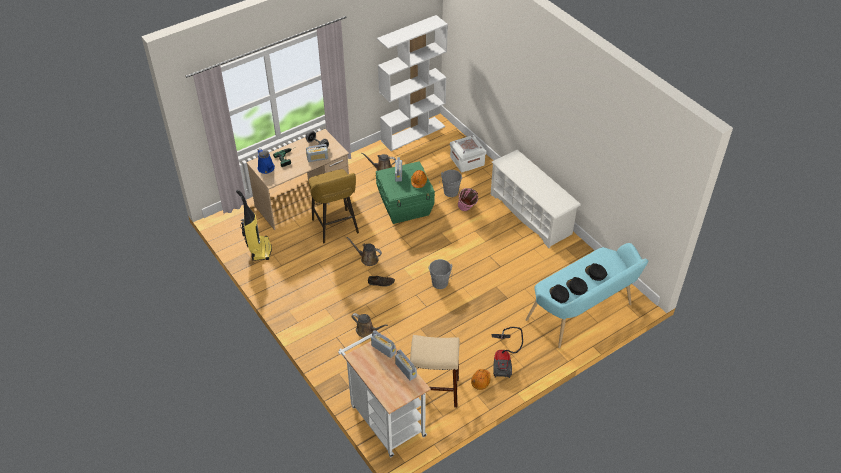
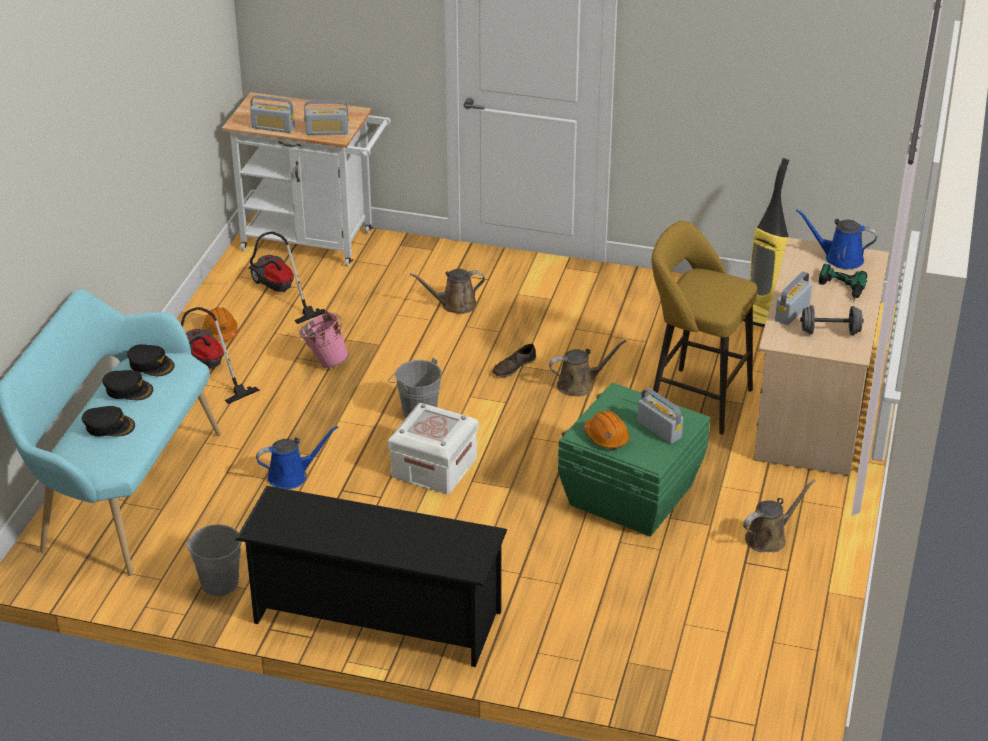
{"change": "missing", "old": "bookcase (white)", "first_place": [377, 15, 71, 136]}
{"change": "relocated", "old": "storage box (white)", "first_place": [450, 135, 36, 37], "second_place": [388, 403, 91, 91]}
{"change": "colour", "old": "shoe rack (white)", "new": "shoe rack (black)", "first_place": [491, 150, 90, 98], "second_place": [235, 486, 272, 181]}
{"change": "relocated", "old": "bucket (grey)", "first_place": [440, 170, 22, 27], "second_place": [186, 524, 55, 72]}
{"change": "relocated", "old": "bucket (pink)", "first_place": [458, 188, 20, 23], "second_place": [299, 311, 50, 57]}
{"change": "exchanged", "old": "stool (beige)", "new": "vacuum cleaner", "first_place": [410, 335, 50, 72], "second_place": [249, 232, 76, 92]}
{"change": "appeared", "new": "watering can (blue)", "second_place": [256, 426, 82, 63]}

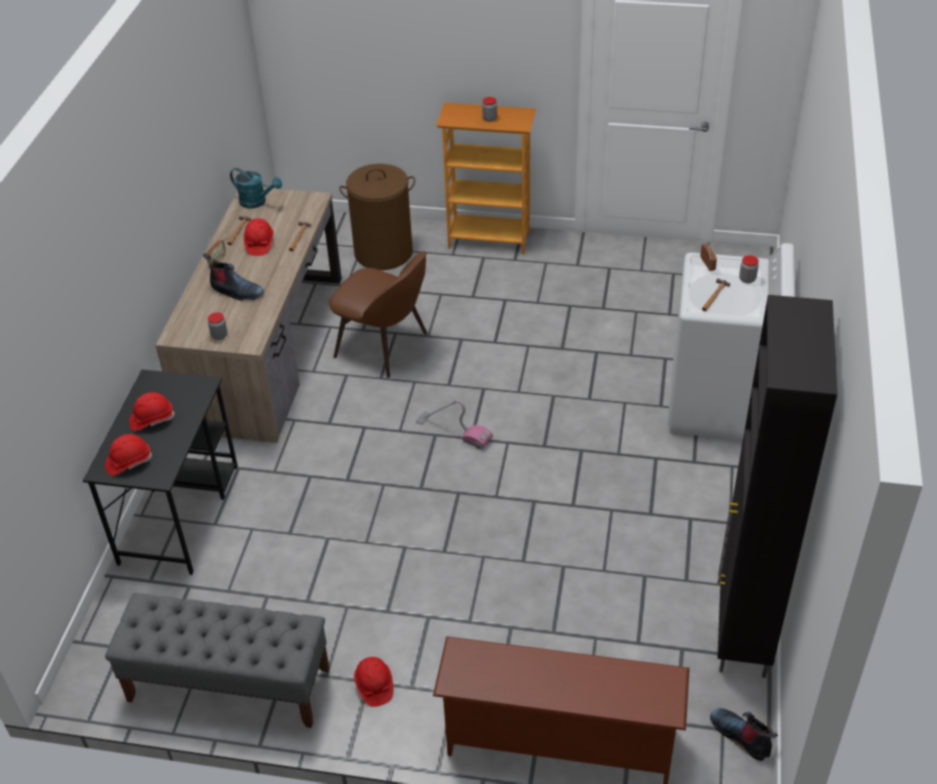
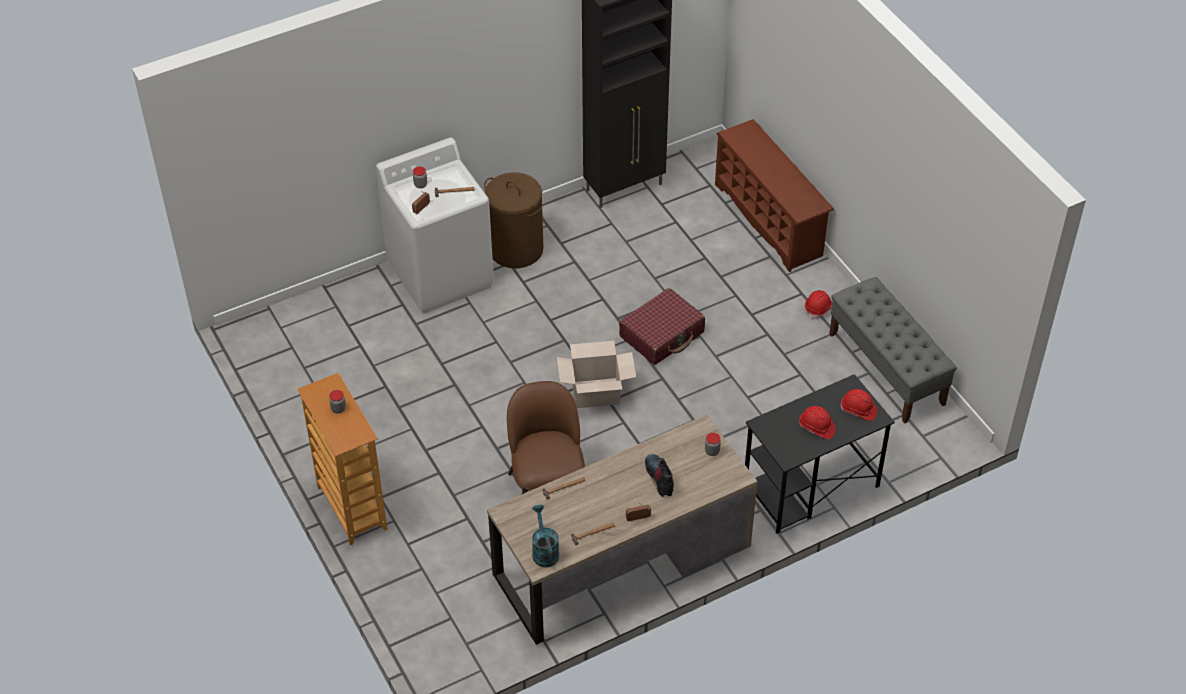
{"change": "relocated", "old": "laundry basket (brown)", "first_place": [339, 164, 76, 106], "second_place": [484, 172, 59, 96]}
{"change": "missing", "old": "hard hat (red)", "first_place": [243, 219, 31, 37]}
{"change": "exchanged", "old": "vacuum cleaner", "new": "cardboard box", "first_place": [416, 400, 77, 50], "second_place": [557, 341, 79, 67]}
{"change": "missing", "old": "boot", "first_place": [710, 708, 68, 53]}
{"change": "appeared", "new": "suitcase (red)", "second_place": [619, 288, 86, 77]}

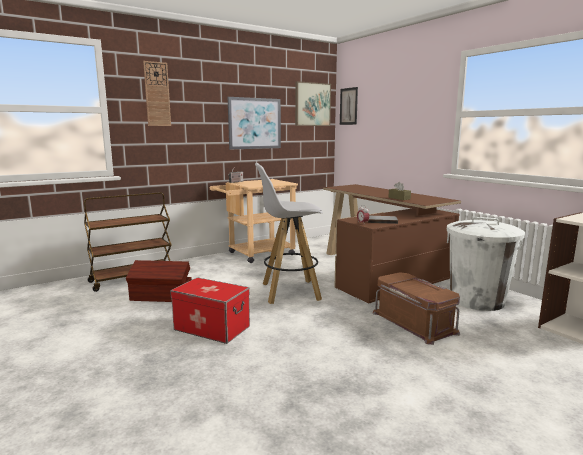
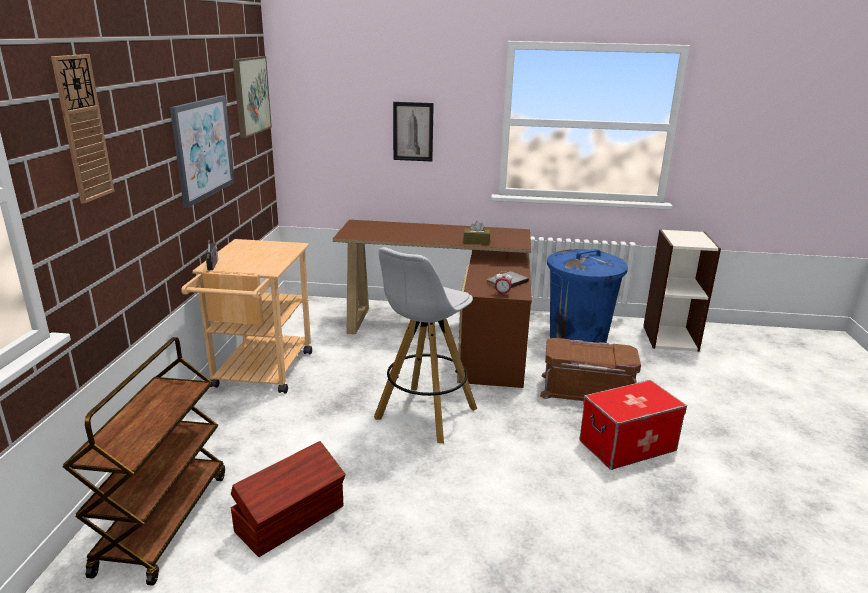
{"change": "relocated", "old": "picture", "first_place": [340, 87, 18, 38], "second_place": [393, 102, 41, 60]}
{"change": "colour", "old": "trash can (white)", "new": "trash can (blue)", "first_place": [447, 217, 78, 94], "second_place": [547, 249, 81, 94]}
{"change": "relocated", "old": "storage box", "first_place": [170, 277, 80, 67], "second_place": [579, 380, 108, 90]}

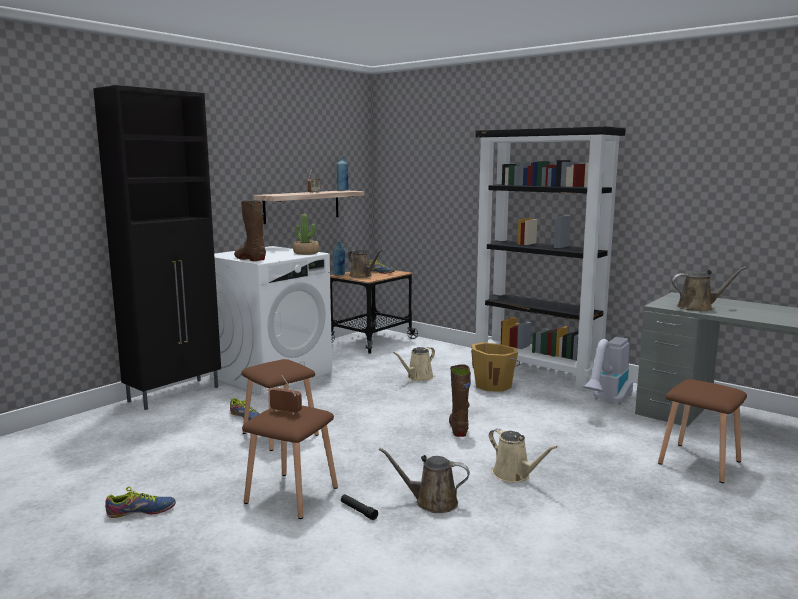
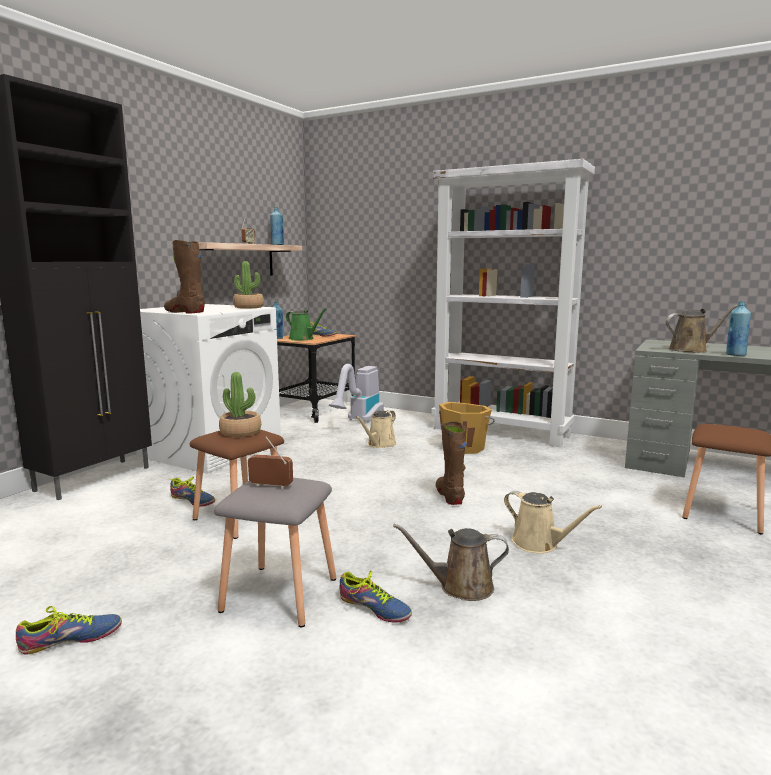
{"change": "colour", "old": "bookcase (black)", "new": "bookcase (white)", "first_place": [475, 126, 151, 264], "second_place": [431, 159, 164, 288]}
{"change": "colour", "old": "watering can (brown)", "new": "watering can (green)", "first_place": [348, 250, 34, 28], "second_place": [286, 308, 41, 33]}
{"change": "relocated", "old": "vacuum cleaner", "first_place": [583, 337, 50, 67], "second_place": [329, 364, 55, 58]}
{"change": "colour", "old": "stool (brown)", "new": "stool (grey)", "first_place": [242, 406, 96, 113], "second_place": [214, 478, 122, 149]}
{"change": "exchanged", "old": "flashlight (black)", "new": "shoe", "first_place": [341, 494, 37, 26], "second_place": [339, 571, 73, 52]}
{"change": "appeared", "new": "bottle (blue)", "second_place": [726, 301, 25, 55]}
{"change": "appeared", "new": "potted plant", "second_place": [219, 372, 42, 65]}

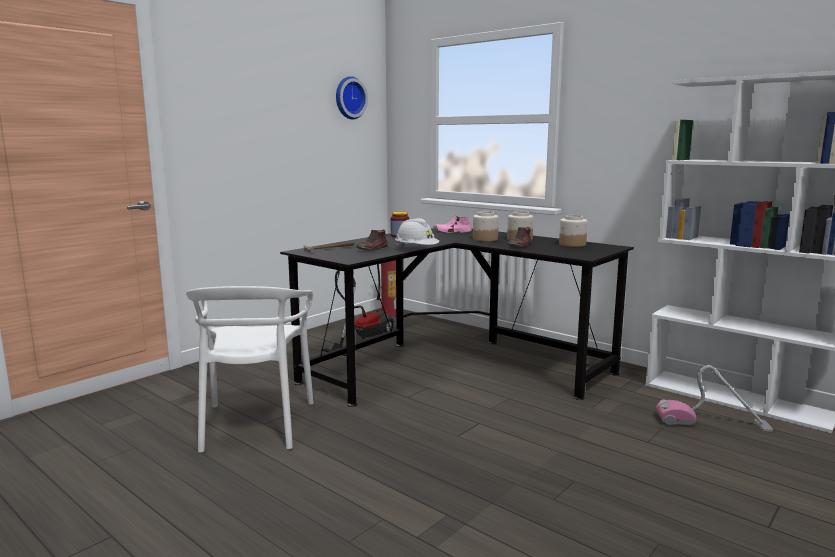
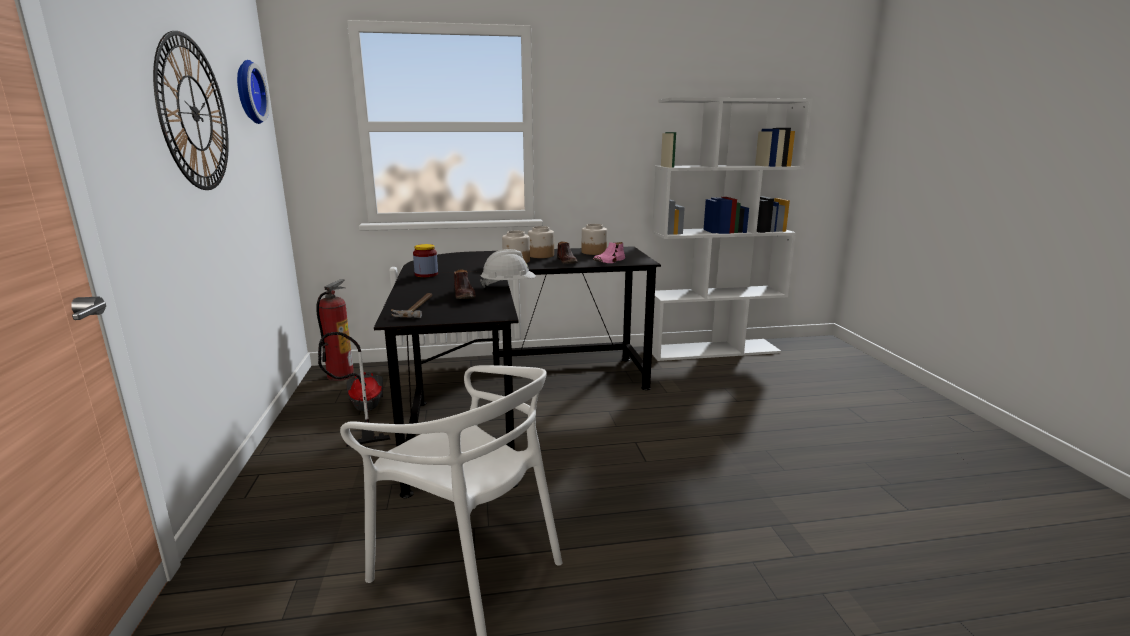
{"change": "relocated", "old": "shoe (pink)", "first_place": [434, 216, 38, 17], "second_place": [593, 242, 32, 21]}
{"change": "missing", "old": "vacuum cleaner", "first_place": [656, 365, 117, 66]}
{"change": "appeared", "new": "wall clock", "second_place": [153, 31, 76, 159]}

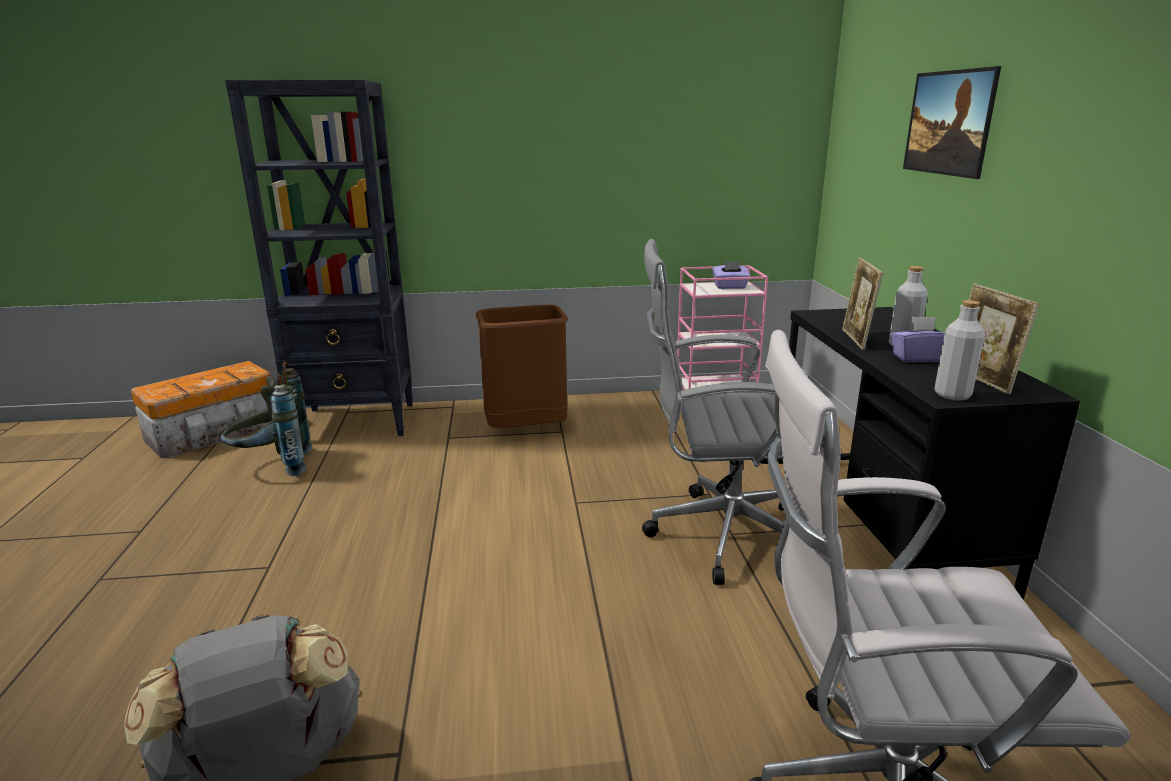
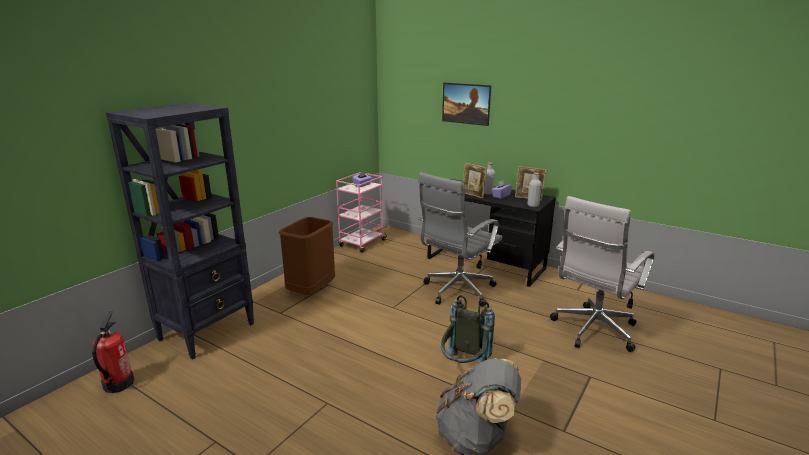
{"change": "exchanged", "old": "storage box", "new": "fire extinguisher", "first_place": [131, 361, 140, 97], "second_place": [92, 311, 42, 82]}
{"change": "relocated", "old": "backpack (grey)", "first_place": [221, 362, 92, 114], "second_place": [441, 295, 54, 68]}

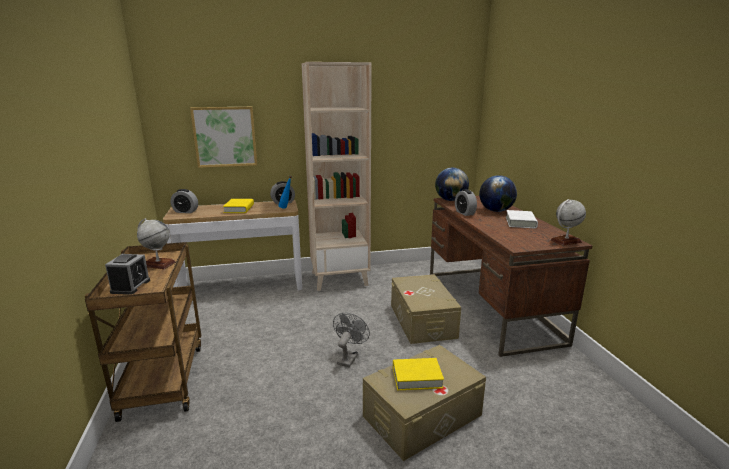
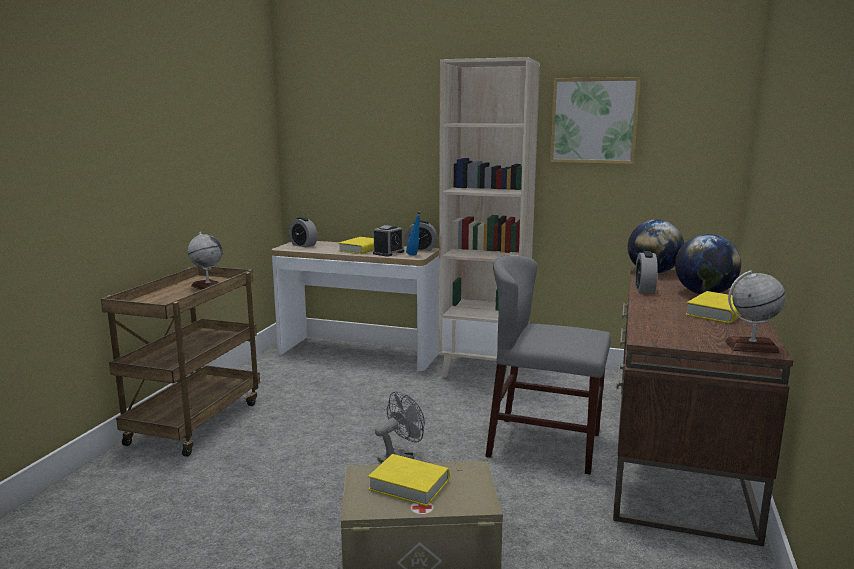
{"change": "relocated", "old": "picture", "first_place": [190, 107, 67, 61], "second_place": [550, 77, 90, 87]}
{"change": "colour", "old": "book (white)", "new": "book (yellow)", "first_place": [506, 210, 32, 18], "second_place": [685, 291, 57, 32]}
{"change": "relocated", "old": "alarm clock", "first_place": [105, 254, 45, 41], "second_place": [373, 225, 31, 32]}
{"change": "exchanged", "old": "storage box (beige)", "new": "chair (grey)", "first_place": [391, 274, 70, 70], "second_place": [485, 255, 126, 219]}

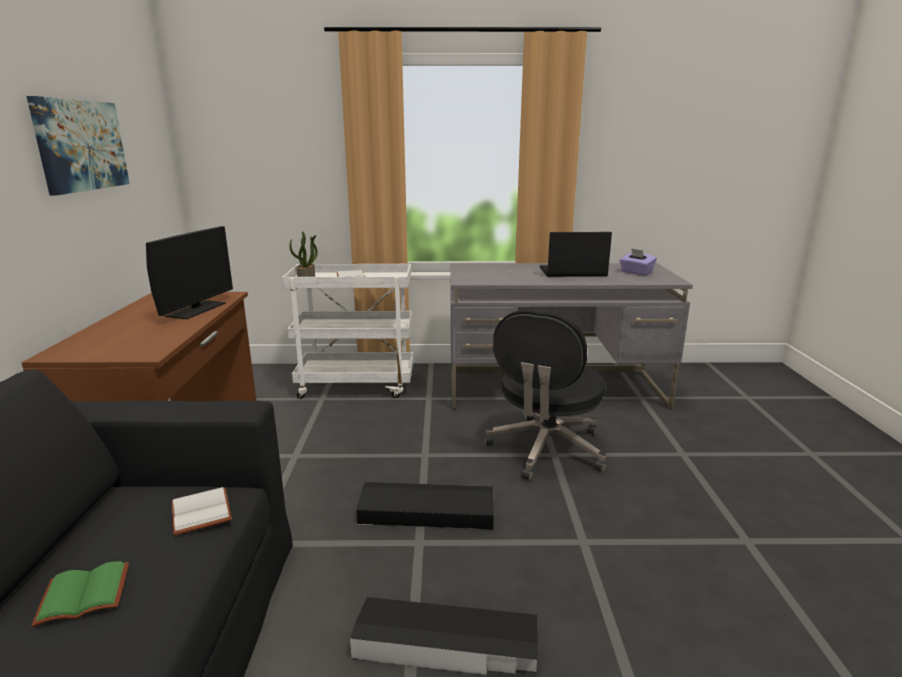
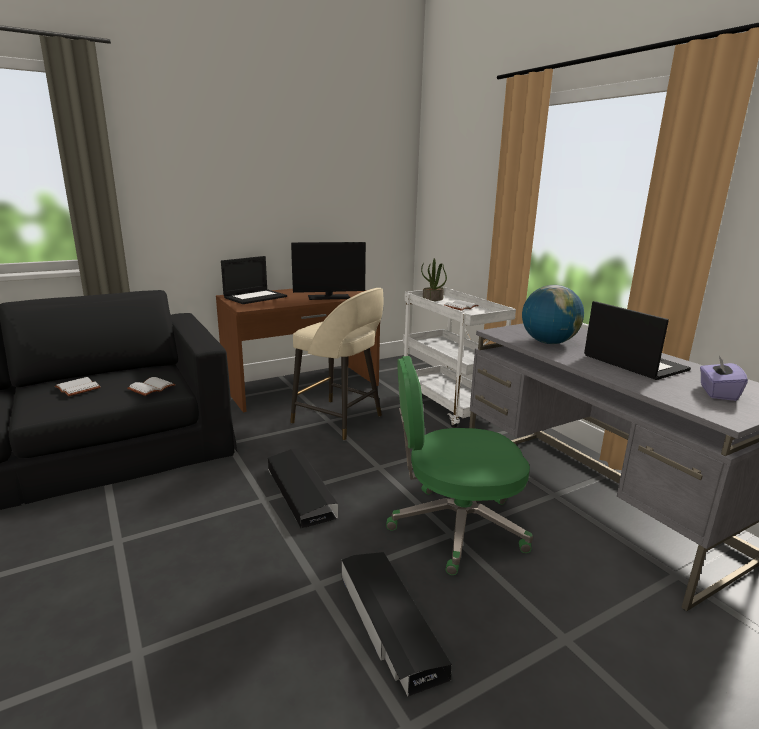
{"change": "missing", "old": "picture", "first_place": [27, 96, 103, 99]}
{"change": "colour", "old": "office chair (black)", "new": "office chair (green)", "first_place": [485, 310, 122, 171], "second_place": [386, 356, 147, 219]}
{"change": "colour", "old": "book (green)", "new": "book (white)", "first_place": [31, 561, 98, 66], "second_place": [55, 377, 46, 19]}
{"change": "relocated", "old": "storage box (black)", "first_place": [350, 597, 188, 78], "second_place": [341, 552, 111, 144]}
{"change": "appeared", "new": "laptop", "second_place": [221, 256, 66, 48]}
{"change": "appeared", "new": "globe", "second_place": [522, 285, 62, 59]}
{"change": "appeared", "new": "stool (beige)", "second_place": [290, 288, 93, 152]}

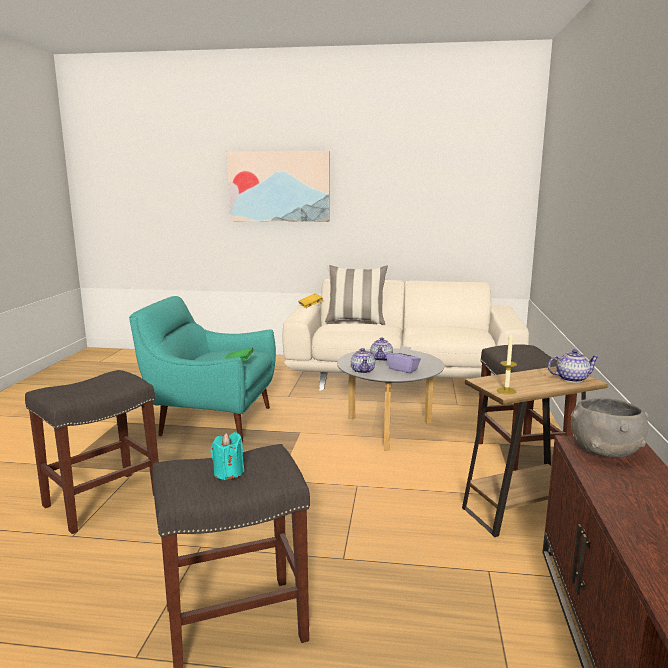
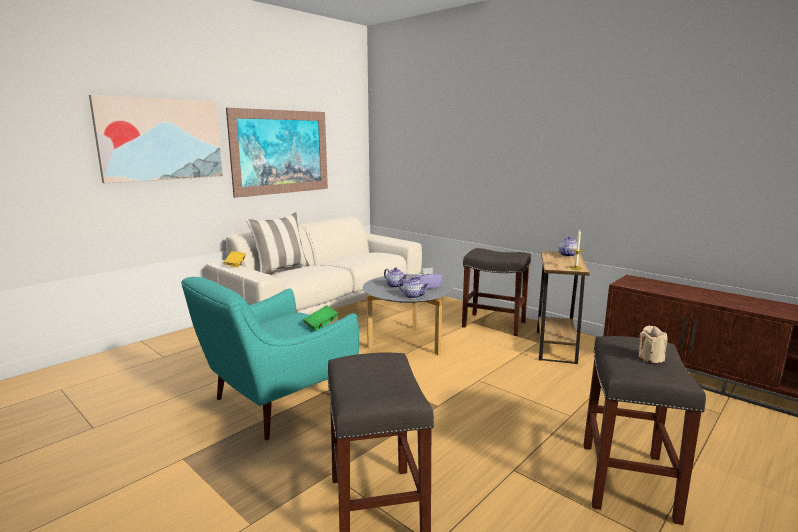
{"change": "missing", "old": "bowl (grey)", "first_place": [571, 397, 78, 61]}
{"change": "colour", "old": "candle (turquoise)", "new": "candle (beige)", "first_place": [211, 432, 33, 48], "second_place": [639, 326, 29, 37]}
{"change": "appeared", "new": "picture", "second_place": [226, 108, 102, 90]}

